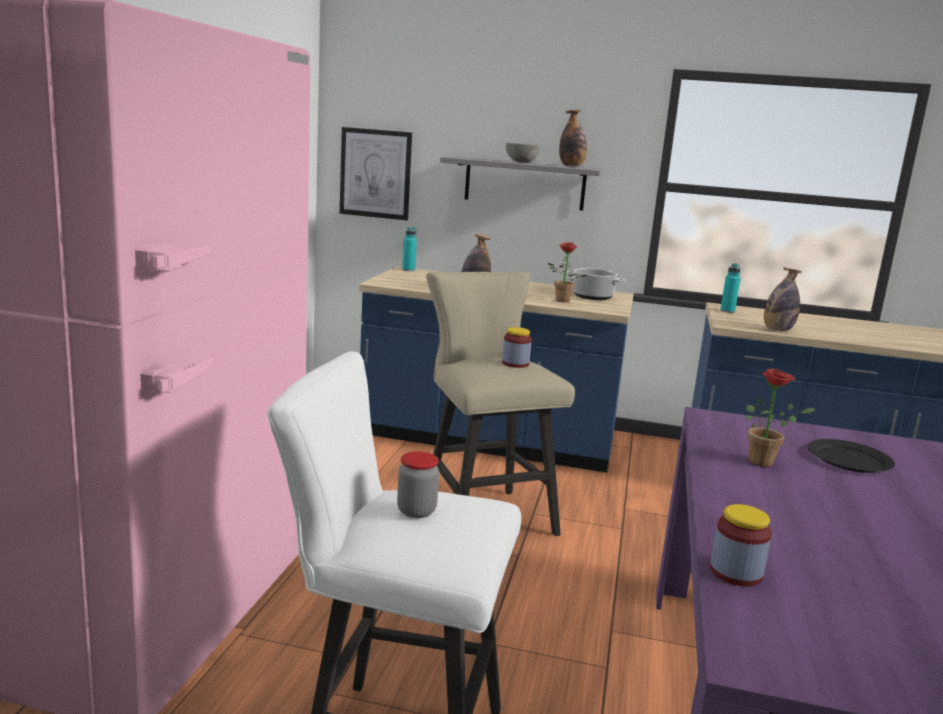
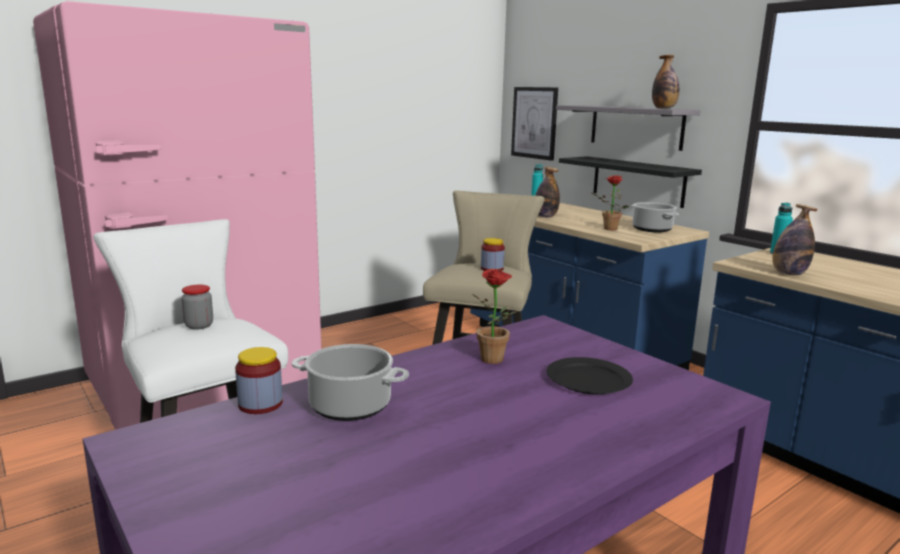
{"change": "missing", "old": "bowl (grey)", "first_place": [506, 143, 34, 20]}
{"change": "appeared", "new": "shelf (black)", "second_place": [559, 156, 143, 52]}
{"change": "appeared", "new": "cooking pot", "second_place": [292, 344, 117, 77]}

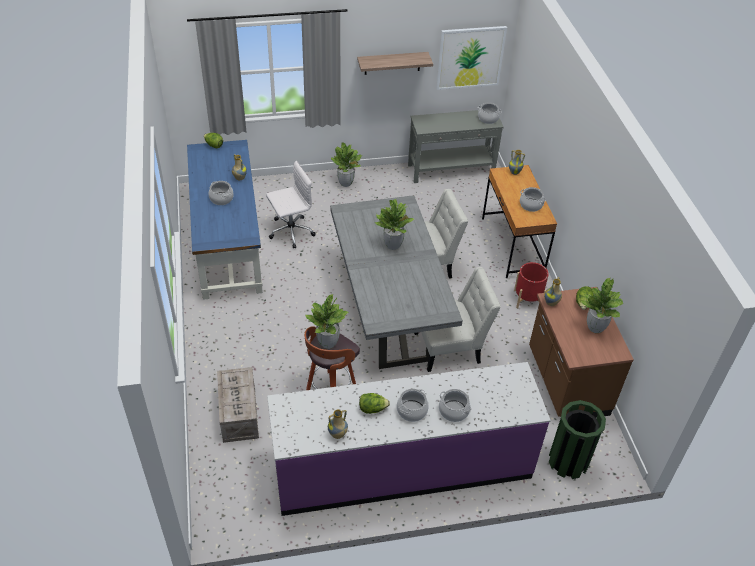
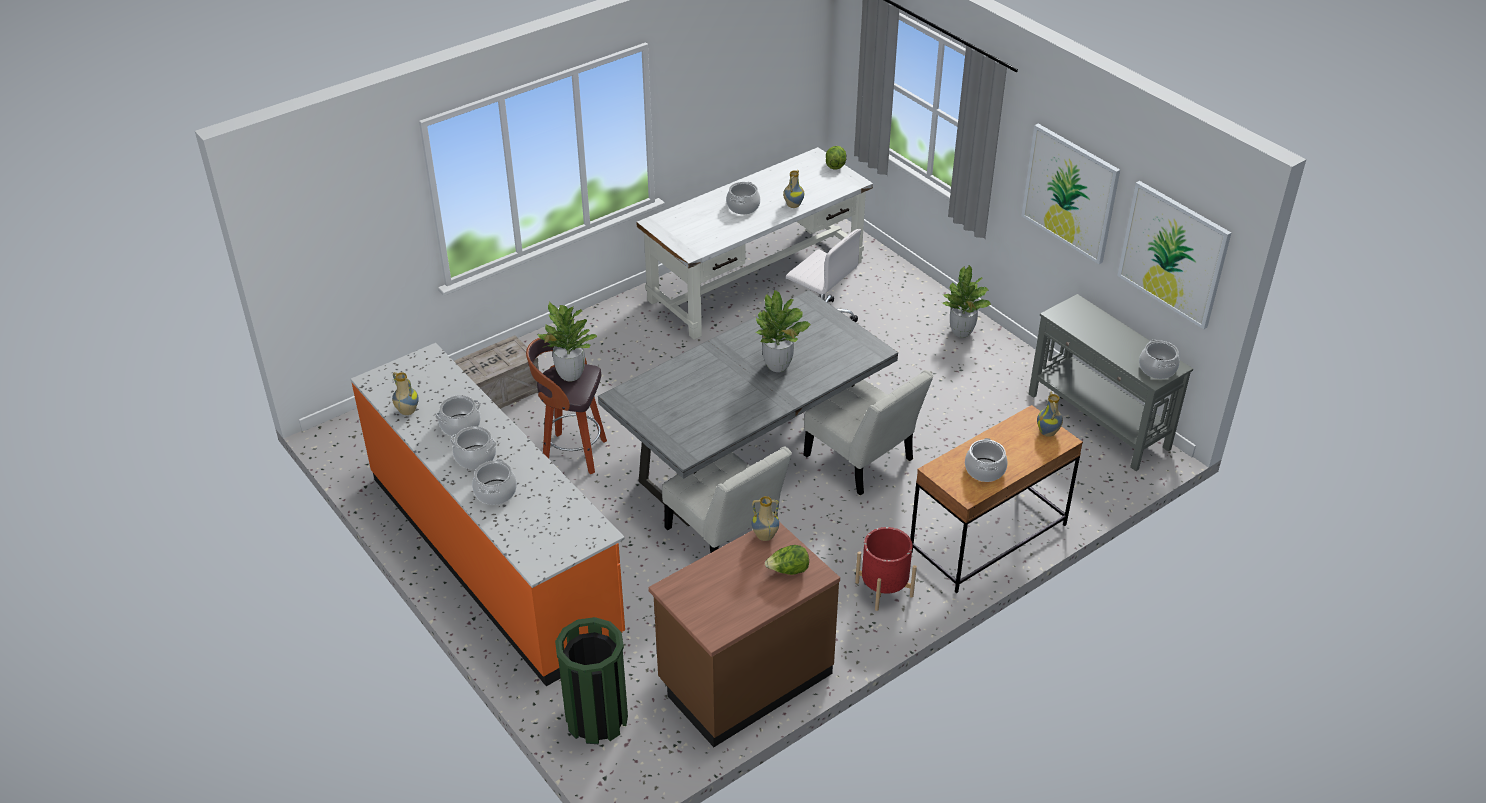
{"change": "exchanged", "old": "shelf", "new": "picture", "first_place": [357, 52, 76, 23], "second_place": [1021, 124, 99, 140]}
{"change": "colour", "old": "desk (blue)", "new": "desk (white)", "first_place": [187, 140, 76, 160], "second_place": [636, 147, 237, 193]}
{"change": "missing", "old": "potted plant", "first_place": [580, 278, 43, 55]}
{"change": "colour", "old": "counter (purple)", "new": "counter (orange)", "first_place": [267, 362, 284, 154], "second_place": [351, 343, 274, 343]}
{"change": "exchanged", "old": "lettuce", "new": "cooking pot", "first_place": [359, 393, 31, 21], "second_place": [435, 395, 46, 41]}

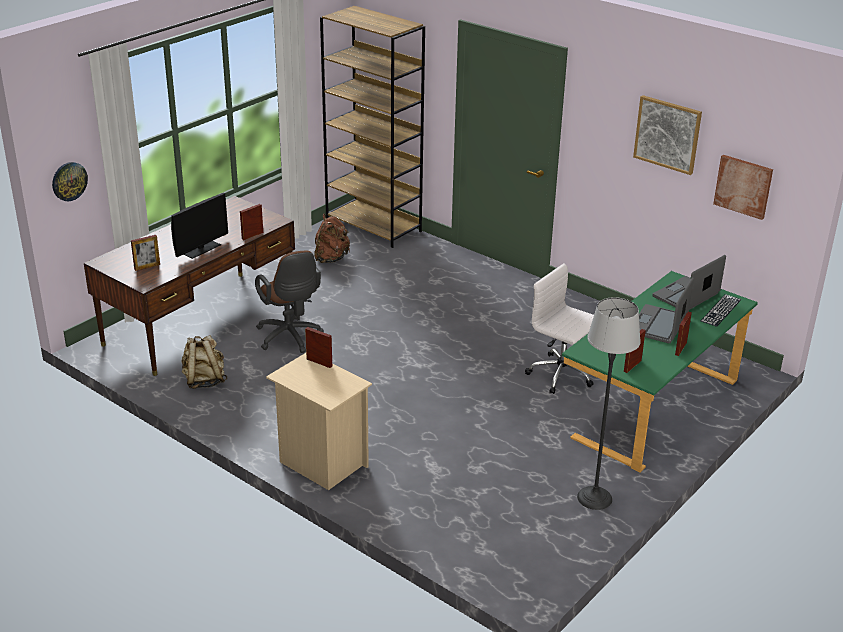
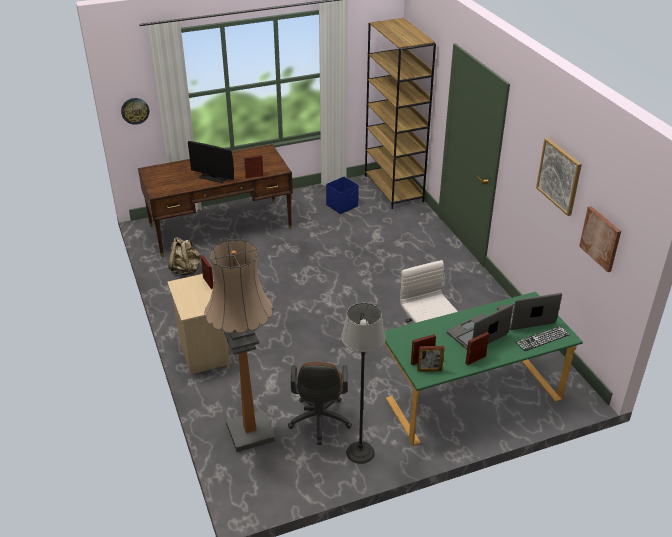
{"change": "spun", "old": "monitor", "first_place": [171, 193, 57, 66], "second_place": [188, 141, 46, 42], "degrees": 45}
{"change": "exchanged", "old": "backpack (brown)", "new": "storage box (blue)", "first_place": [314, 214, 36, 49], "second_place": [326, 177, 33, 37]}
{"change": "relocated", "old": "picture frame", "first_place": [131, 235, 29, 36], "second_place": [417, 346, 27, 26]}
{"change": "relocated", "old": "office chair (brown)", "first_place": [255, 251, 69, 102], "second_place": [288, 362, 64, 83]}
{"change": "appeared", "new": "floor lamp", "second_place": [204, 239, 71, 213]}

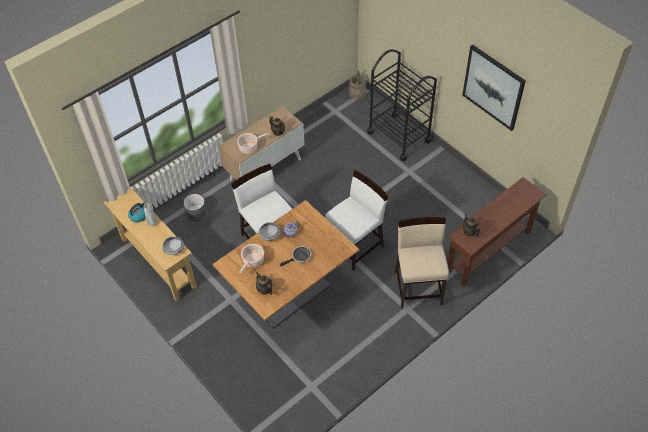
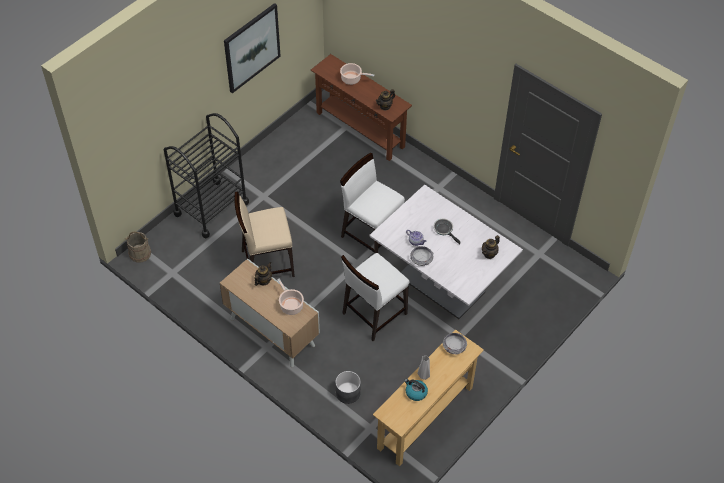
{"change": "colour", "old": "dining table (brown)", "new": "dining table (white)", "first_place": [213, 200, 146, 128], "second_place": [369, 184, 154, 135]}
{"change": "relocated", "old": "chair (beige)", "first_place": [395, 217, 54, 92], "second_place": [234, 191, 61, 86]}
{"change": "relocated", "old": "cooking pot", "first_place": [239, 244, 25, 29], "second_place": [340, 63, 34, 22]}

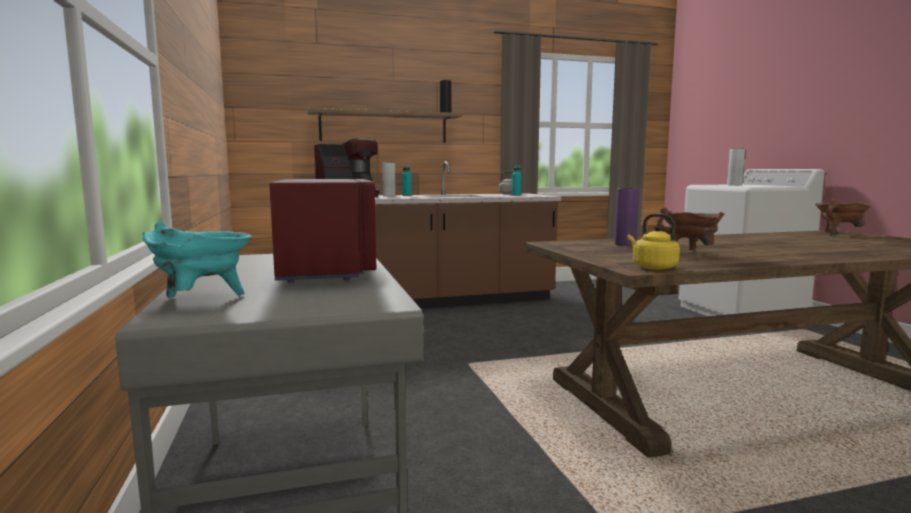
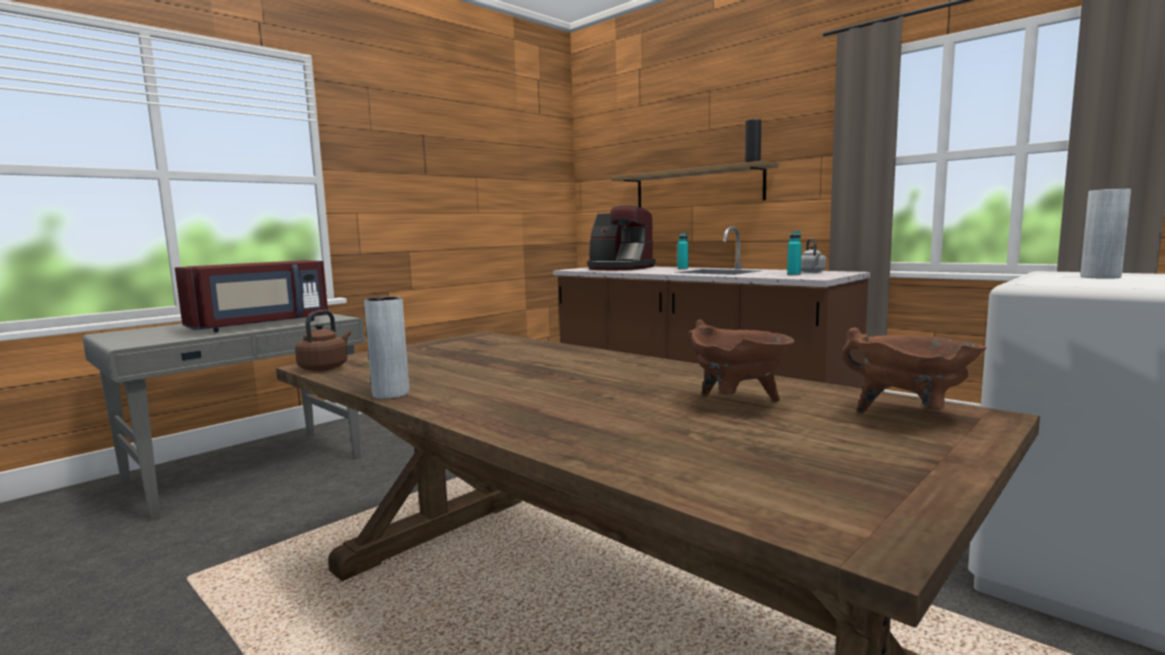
{"change": "relocated", "old": "vase (grey)", "first_place": [382, 162, 13, 35], "second_place": [364, 297, 45, 102]}
{"change": "missing", "old": "vase (purple)", "first_place": [614, 188, 25, 58]}
{"change": "relocated", "old": "cooking pot (brown)", "first_place": [657, 207, 67, 43], "second_place": [688, 319, 107, 83]}
{"change": "colour", "old": "kettle (yellow)", "new": "kettle (brown)", "first_place": [627, 213, 53, 57], "second_place": [295, 310, 56, 61]}
{"change": "missing", "old": "cooking pot (turquoise)", "first_place": [143, 222, 109, 76]}

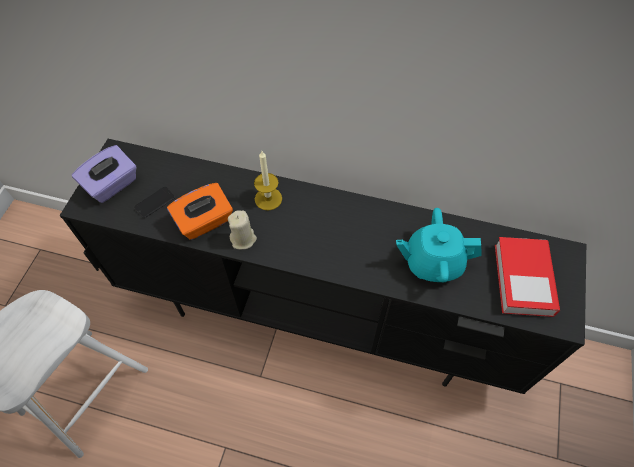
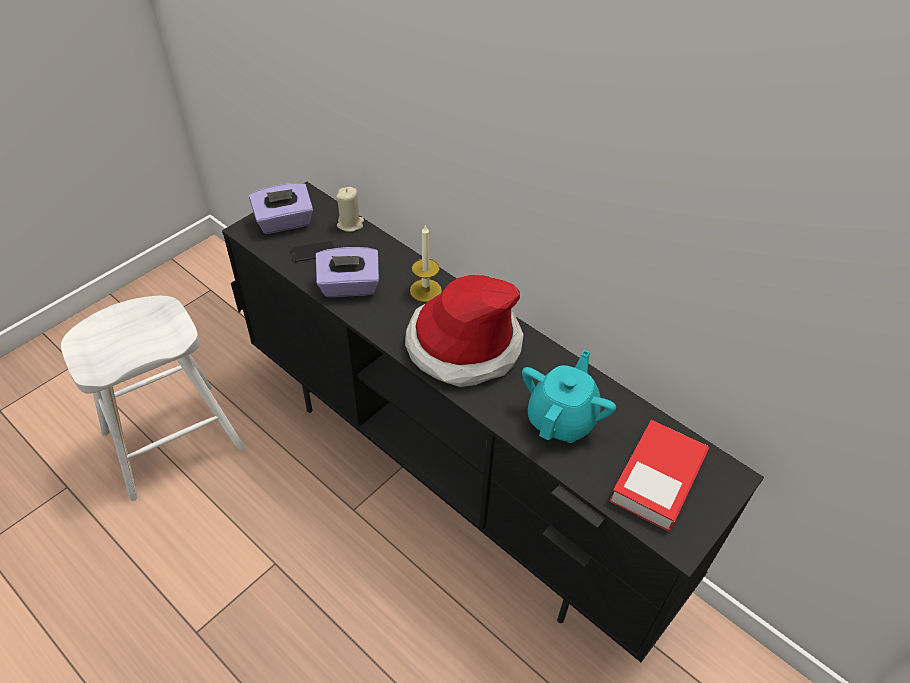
{"change": "colour", "old": "tissue box (orange)", "new": "tissue box (purple)", "first_place": [167, 183, 66, 57], "second_place": [316, 247, 63, 50]}
{"change": "spun", "old": "teapot (turquoise)", "first_place": [396, 208, 86, 74], "second_place": [522, 350, 94, 93], "degrees": 90}
{"change": "relocated", "old": "candle (beige)", "first_place": [228, 210, 29, 39], "second_place": [336, 187, 28, 45]}
{"change": "appeared", "new": "hat", "second_place": [405, 275, 118, 112]}

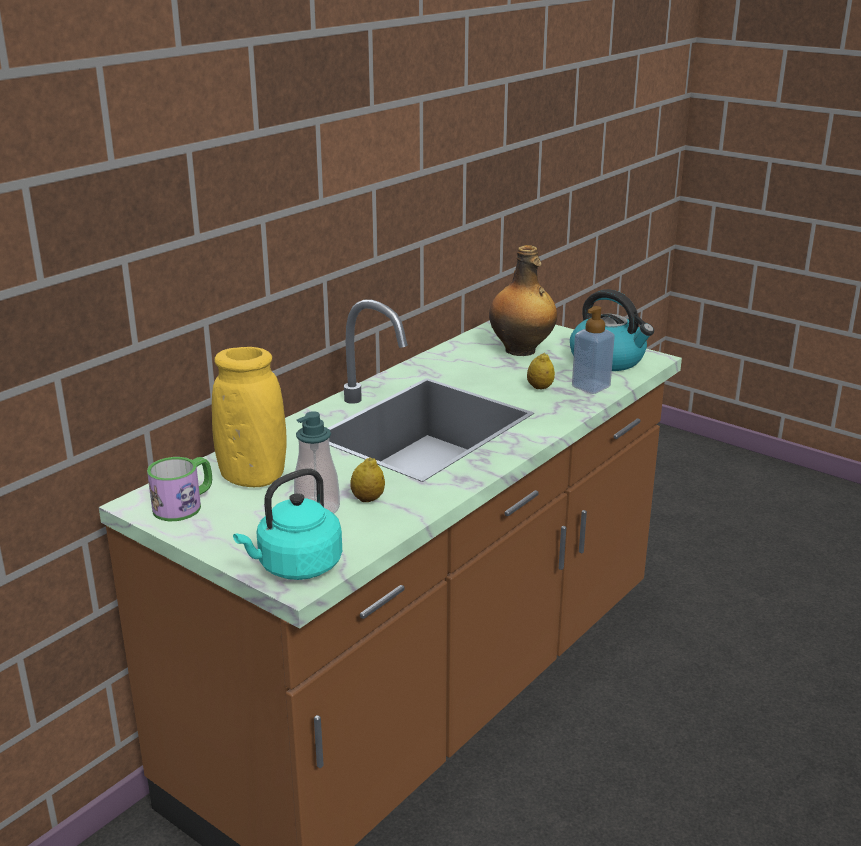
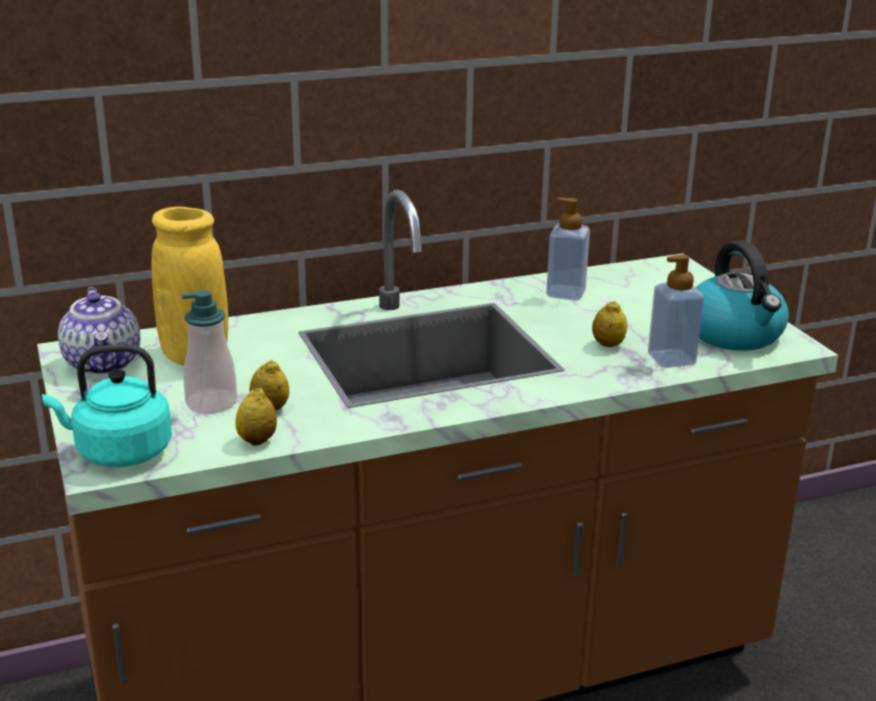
{"change": "missing", "old": "bottle", "first_place": [489, 245, 68, 111]}
{"change": "exchanged", "old": "mug", "new": "teapot", "first_place": [147, 457, 65, 64], "second_place": [58, 287, 82, 88]}
{"change": "appeared", "new": "soap dispenser", "second_place": [546, 198, 44, 103]}
{"change": "appeared", "new": "lemon", "second_place": [235, 388, 42, 58]}

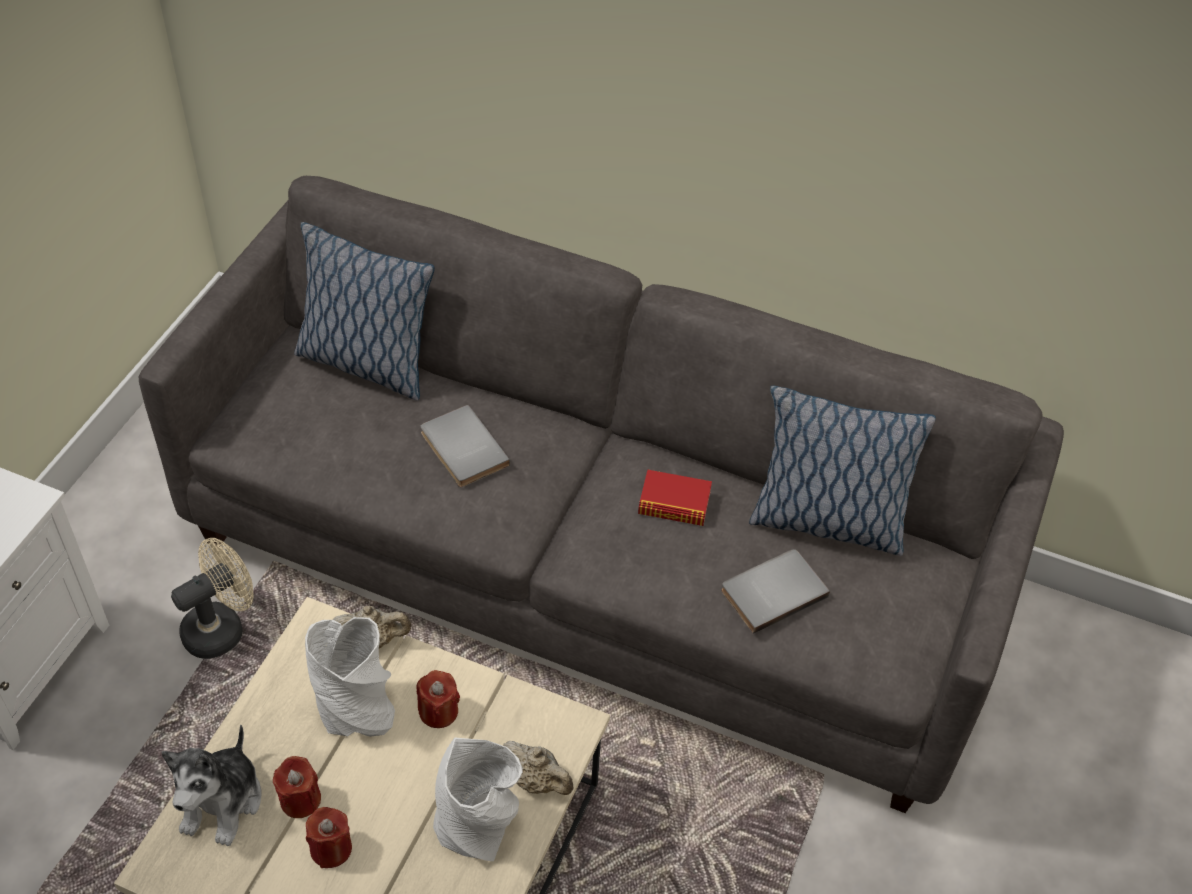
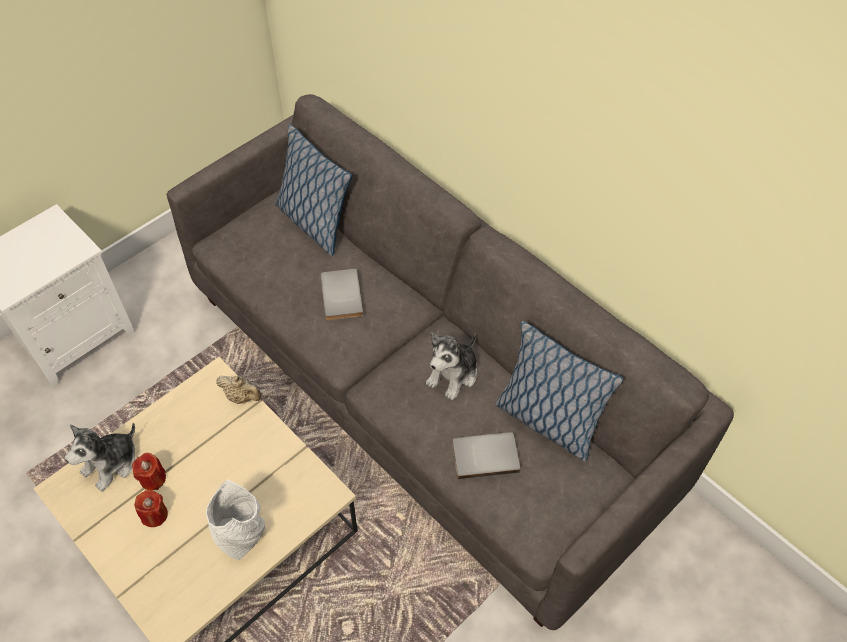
{"change": "exchanged", "old": "book", "new": "plush toy", "first_place": [638, 470, 74, 56], "second_place": [426, 333, 51, 67]}
{"change": "missing", "old": "fan (beige)", "first_place": [171, 538, 83, 121]}
{"change": "missing", "old": "vase (grey)", "first_place": [305, 617, 90, 120]}
{"change": "missing", "old": "candle (red)", "first_place": [416, 670, 44, 58]}
{"change": "missing", "old": "teapot (beige)", "first_place": [503, 741, 71, 54]}

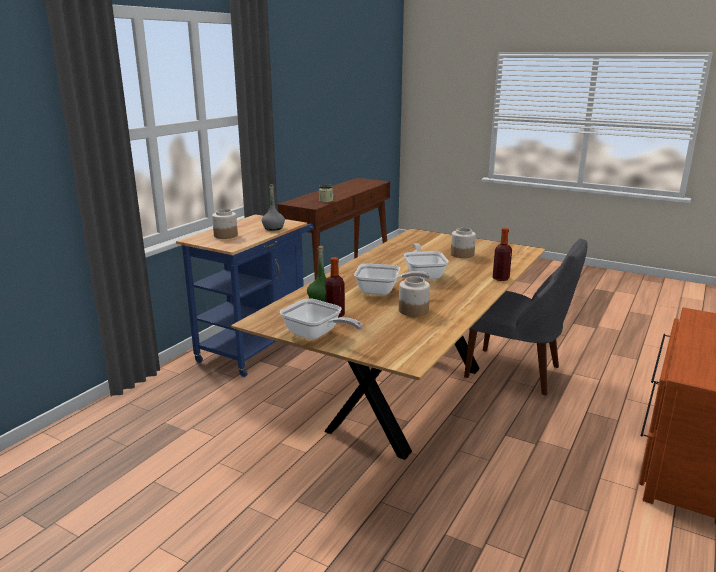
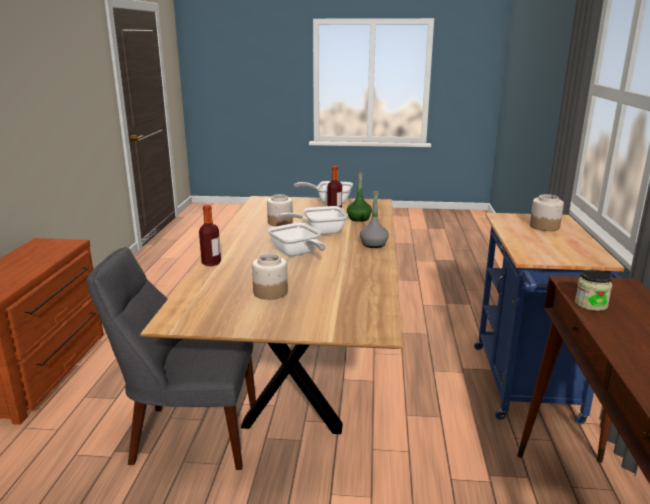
{"change": "relocated", "old": "bottle (grey)", "first_place": [262, 184, 23, 47], "second_place": [360, 191, 29, 57]}

